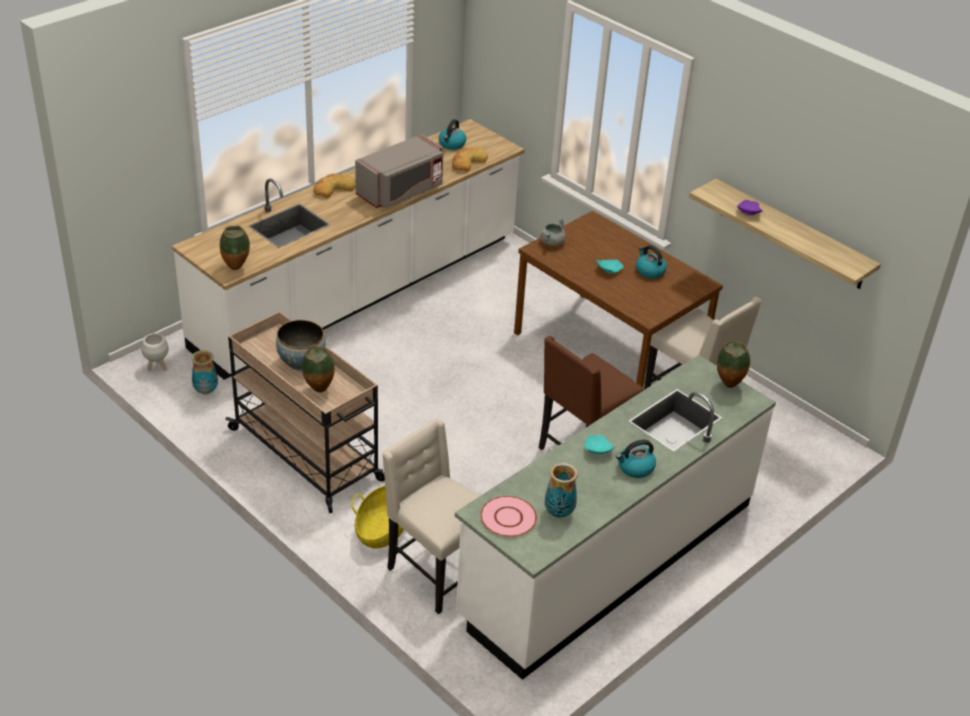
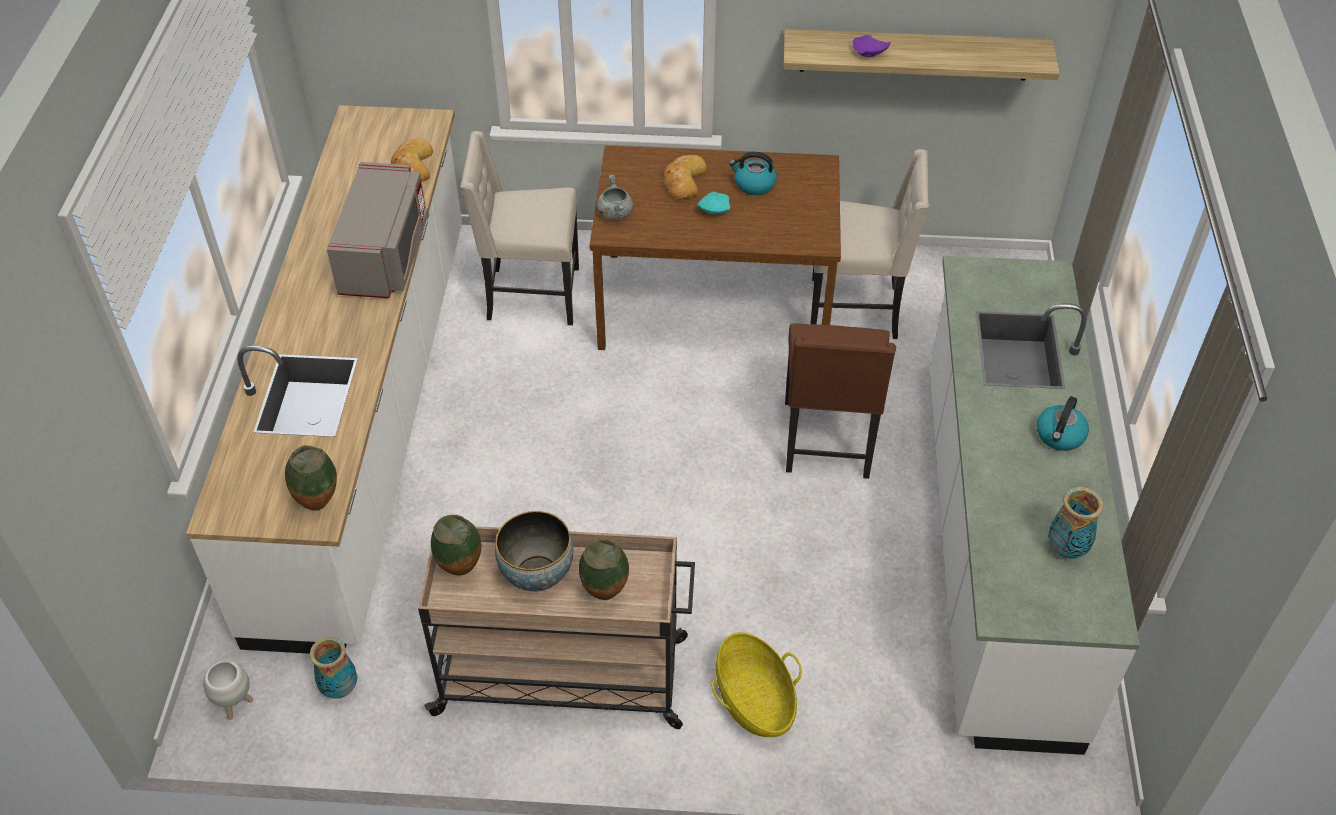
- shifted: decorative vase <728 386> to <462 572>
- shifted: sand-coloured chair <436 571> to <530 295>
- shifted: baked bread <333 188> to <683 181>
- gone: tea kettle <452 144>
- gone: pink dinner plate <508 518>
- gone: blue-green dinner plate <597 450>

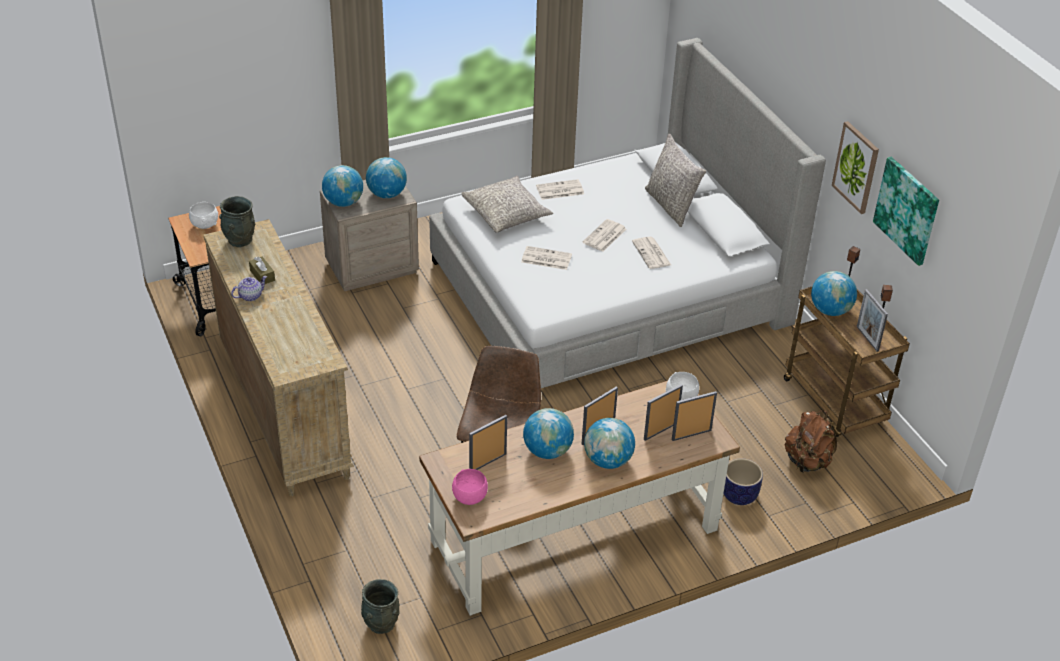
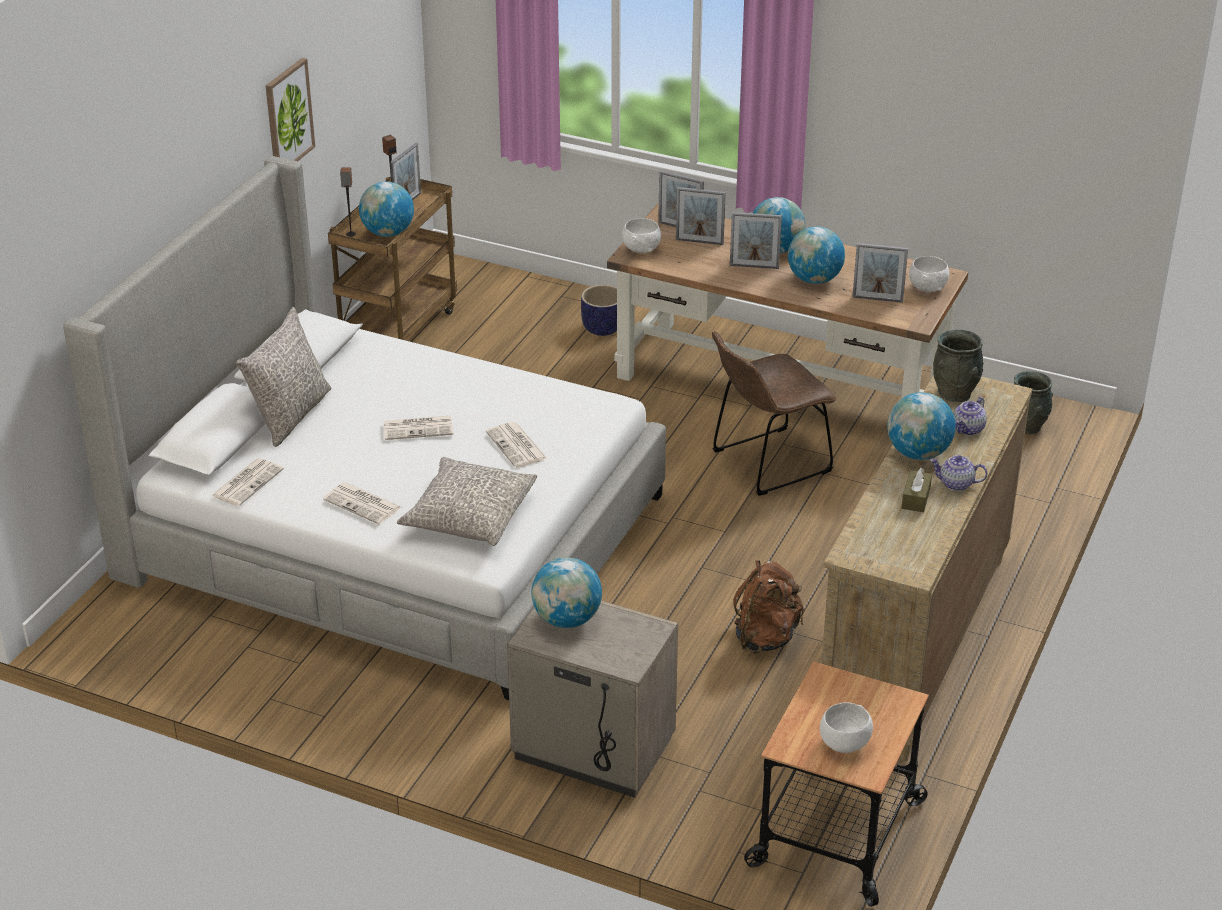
- shifted: newspaper <652 254> to <247 482>
- shifted: brown knapsack <807 461> to <766 637>
- shifted: globe <343 202> to <918 453>
- repainted: pink bowl <470 498> to white-coloured bowl <927 288>
- shifted: greyish decorative vase <239 240> to <955 393>
- new: tea pot <968 429>
- gone: wall picture <907 210>

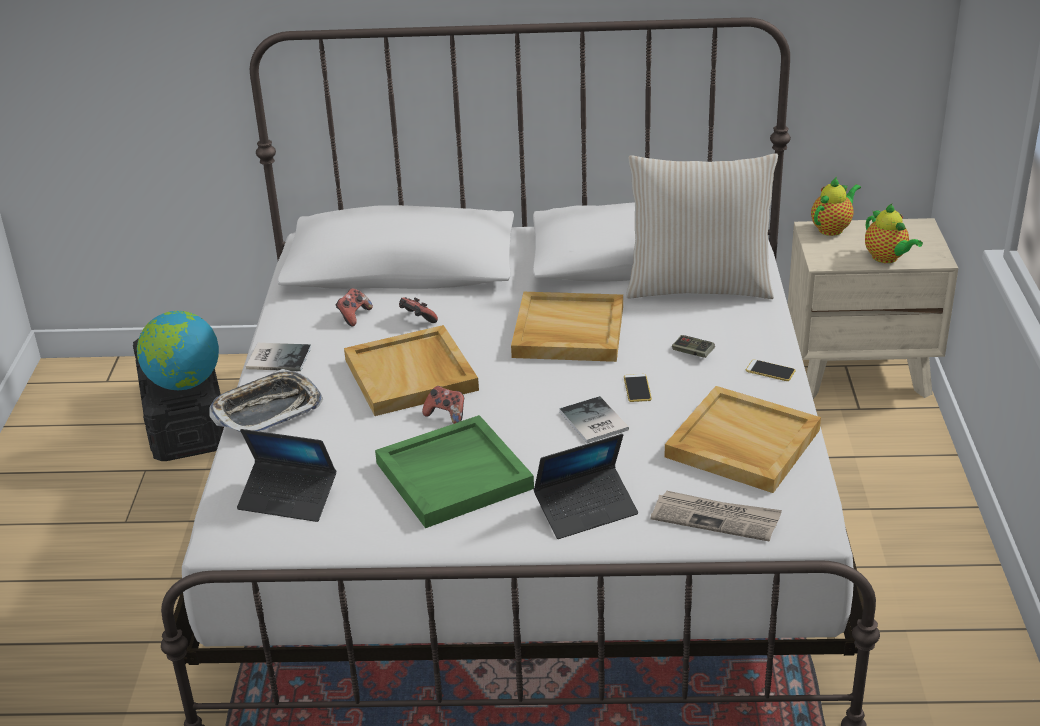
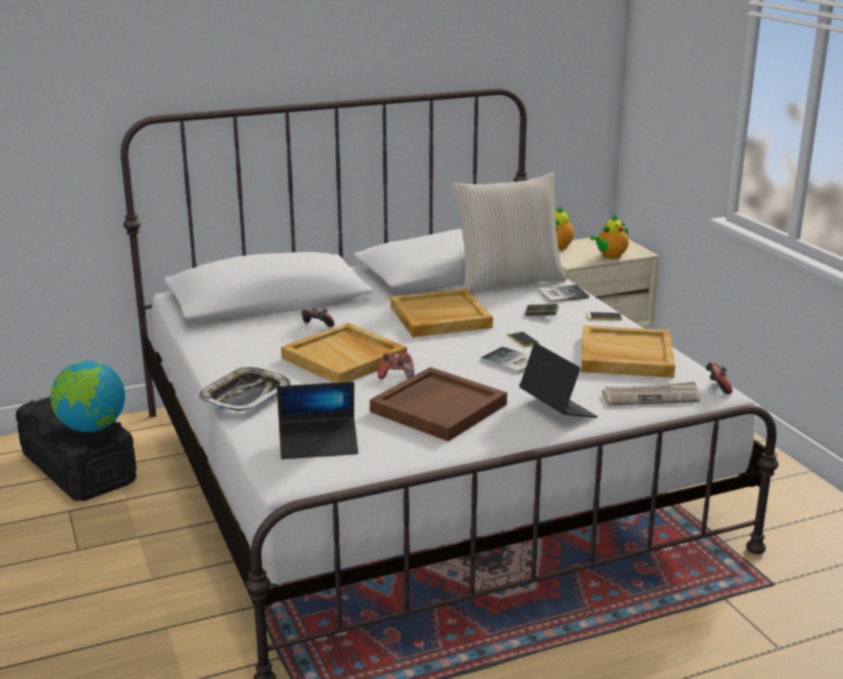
- repainted: greenish tray <454 474> to brown tray <438 407>
- rotated: portable computer <586 510> = <557 409> 75 degrees counterclockwise
- shifted: book <277 357> to <561 294>
- rotated: tea pot <887 258> = <610 256> 105 degrees clockwise
- shifted: joypad <354 316> to <717 387>

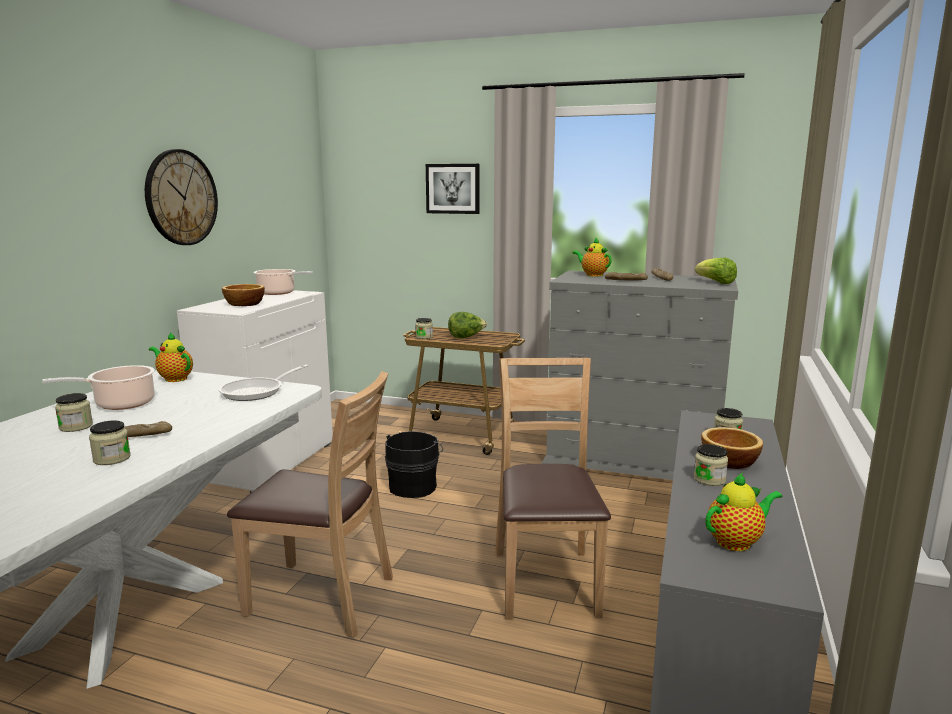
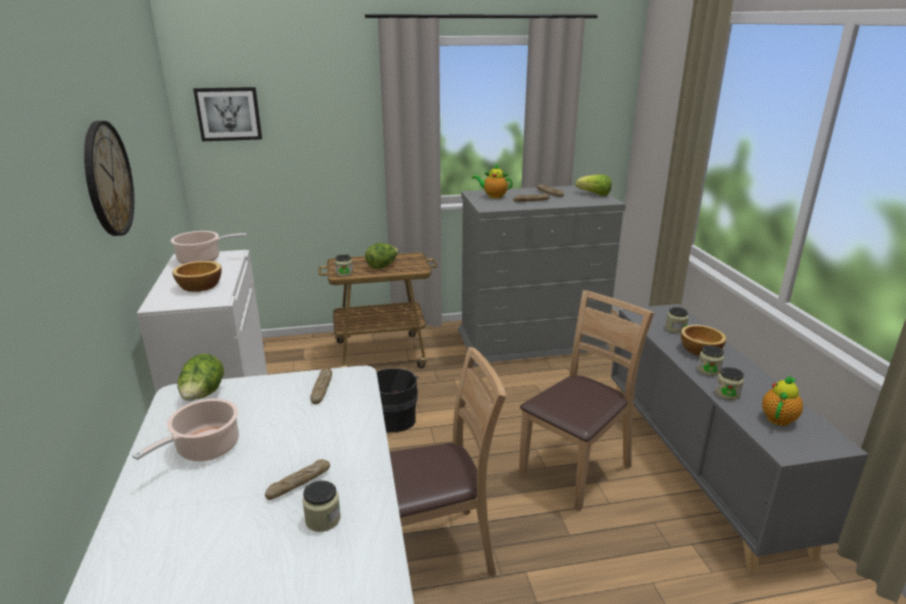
- swapped: tea pot <174 378> to head of lettuce <203 396>
- shifted: wall picture <453 188> to <228 114>
- swapped: pan <257 391> to baked bread <322 389>
- rotated: brown chair <546 581> = <575 469> 75 degrees clockwise
- shifted: preserve jar <76 427> to <727 393>

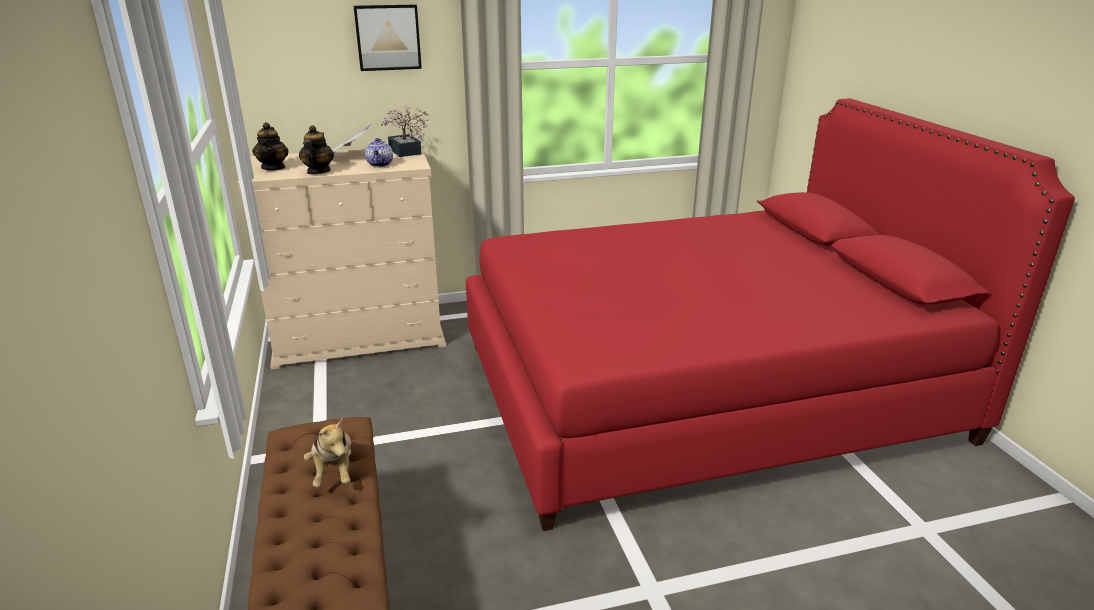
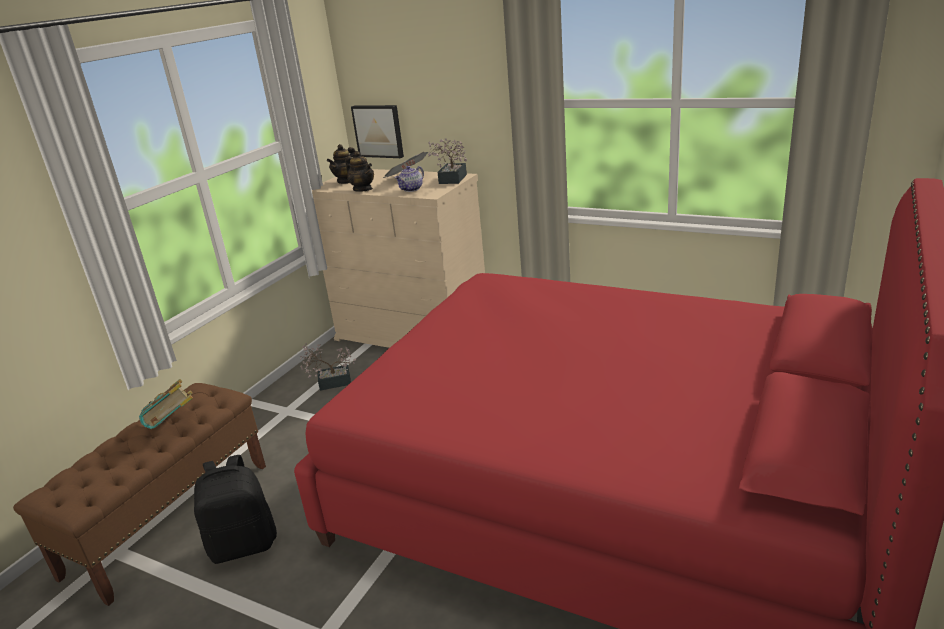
- swapped: soft toy <334 471> to book <174 424>
- new: blackish knapsack <244 544>
- new: potted plant <330 383>
- rotated: tea pot <318 172> = <363 189> 90 degrees clockwise
- shifted: wall picture <388 37> to <379 131>

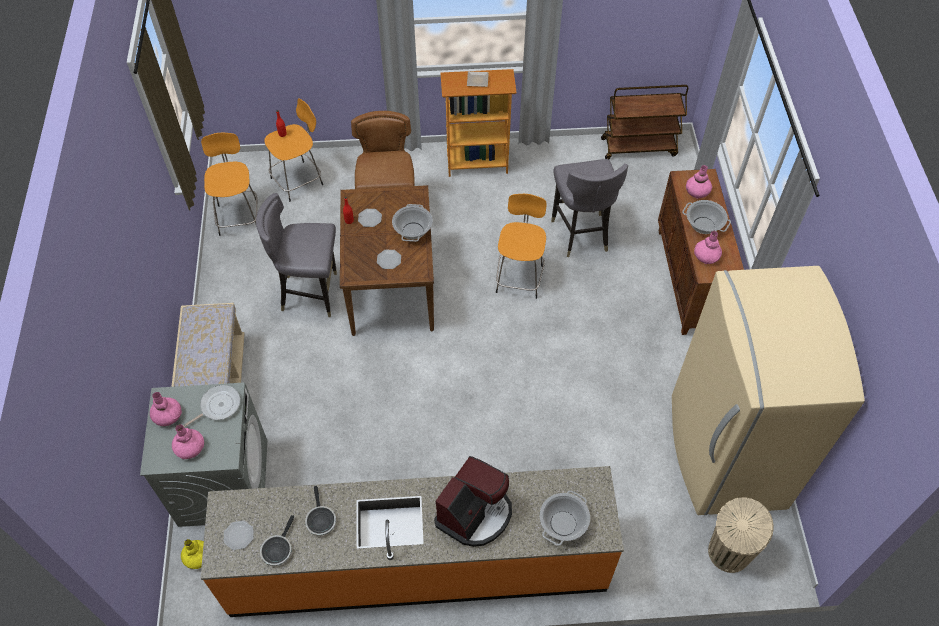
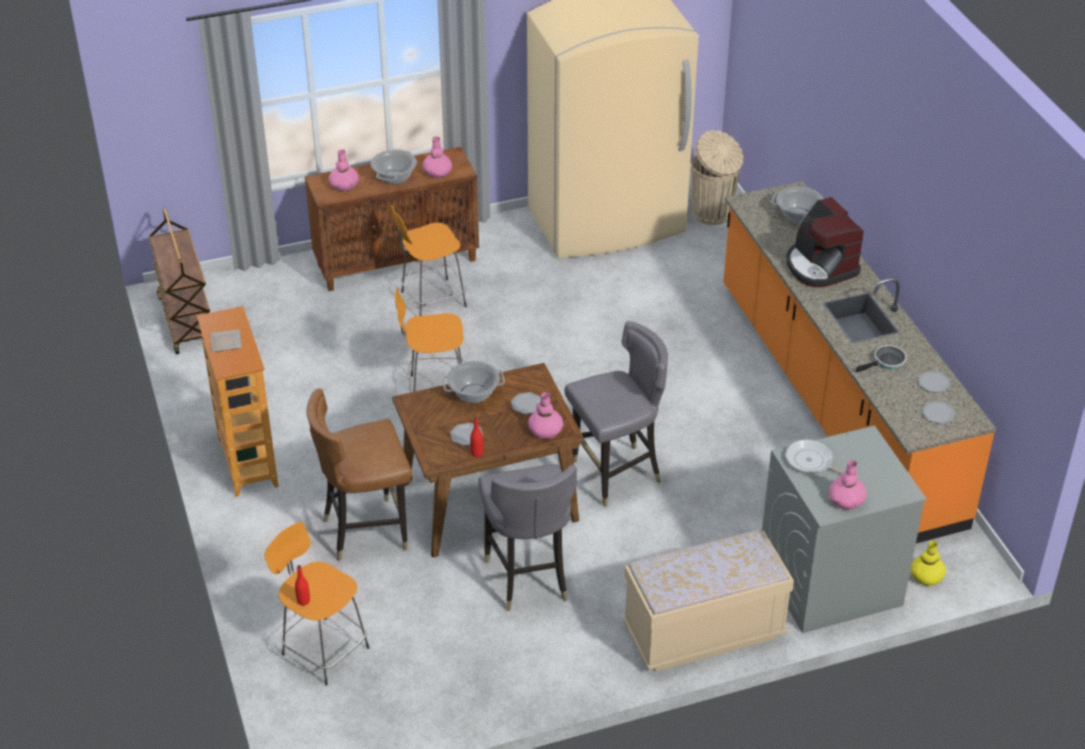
- shifted: orange stool seat <238 216> to <431 300>
- shifted: pink decorative vase <189 447> to <545 430>
- shifted: greyish chair <580 234> to <615 475>
- rotated: coffee brewer <475 514> = <820 266> 135 degrees counterclockwise
- swapped: pan <277 549> to dinner plate <934 383>

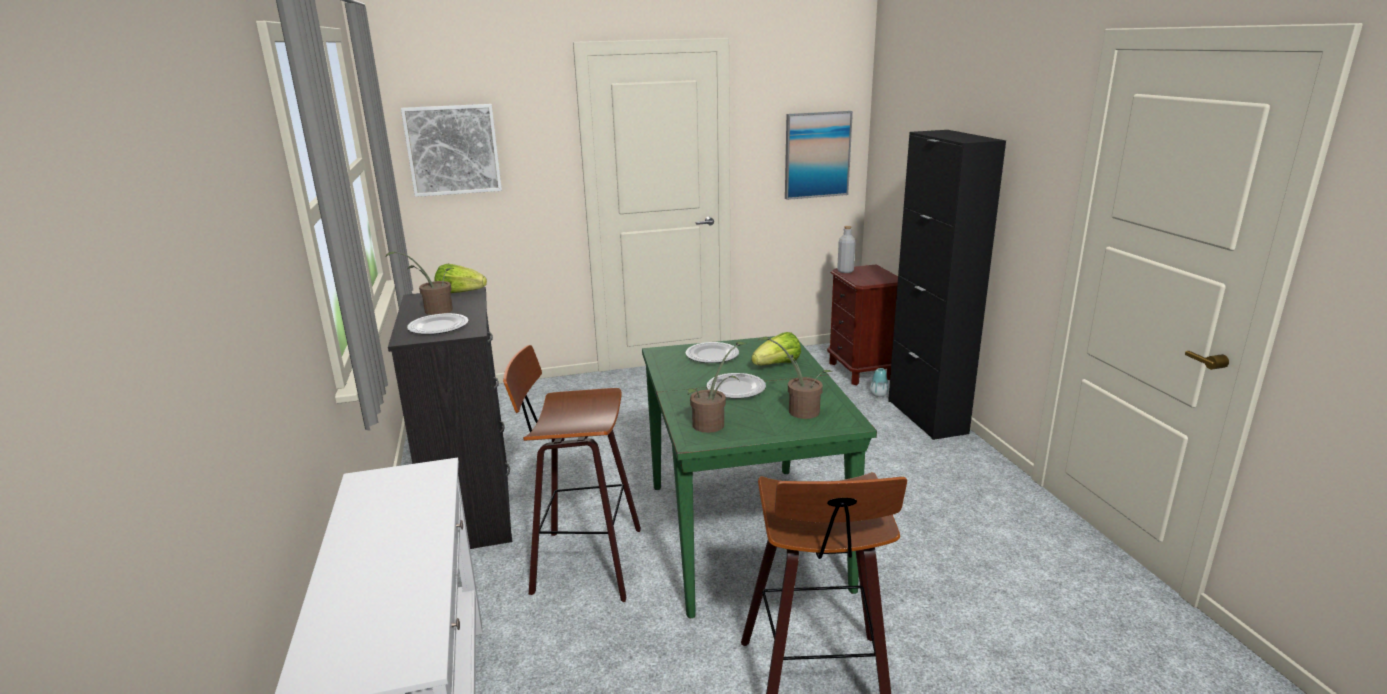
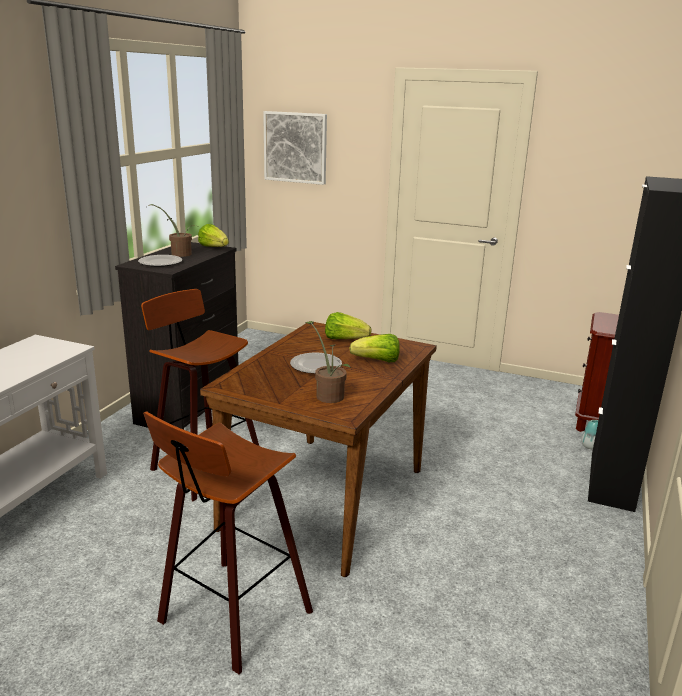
- repainted: greenish dinner table <743 532> to brown dinner table <325 496>
- swapped: dinner plate <711 355> to head of lettuce <345 339>
- gone: potted plant <713 424>
- gone: wall picture <817 155>
- gone: greyish bottle <845 271>

